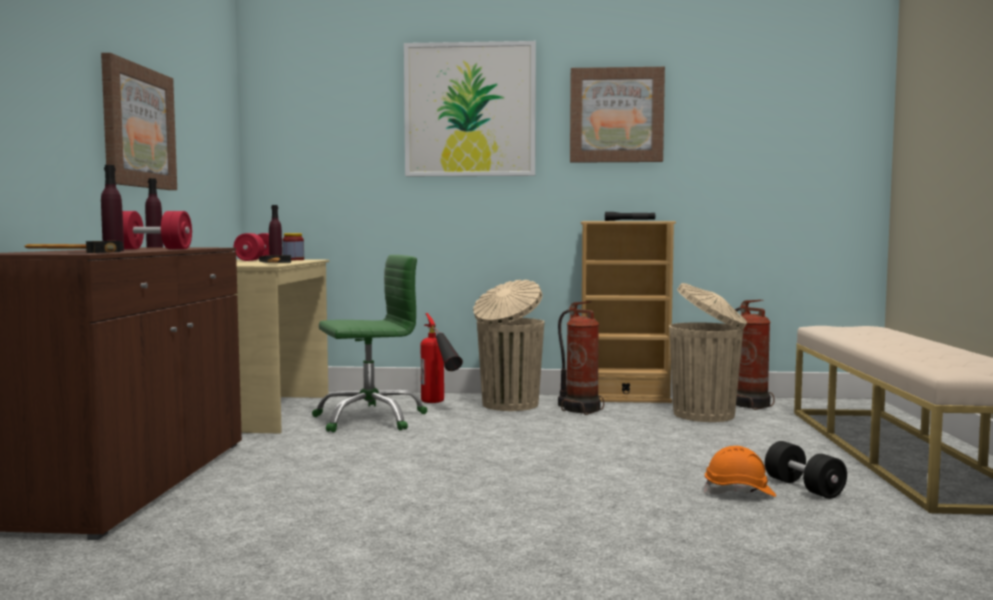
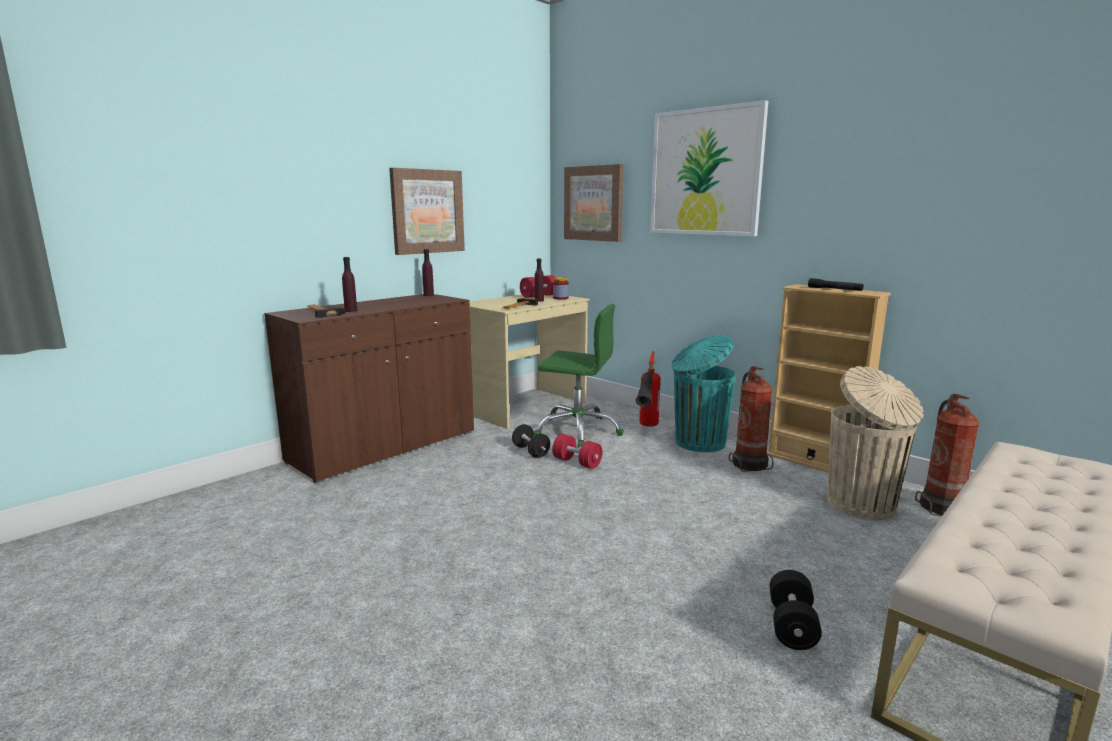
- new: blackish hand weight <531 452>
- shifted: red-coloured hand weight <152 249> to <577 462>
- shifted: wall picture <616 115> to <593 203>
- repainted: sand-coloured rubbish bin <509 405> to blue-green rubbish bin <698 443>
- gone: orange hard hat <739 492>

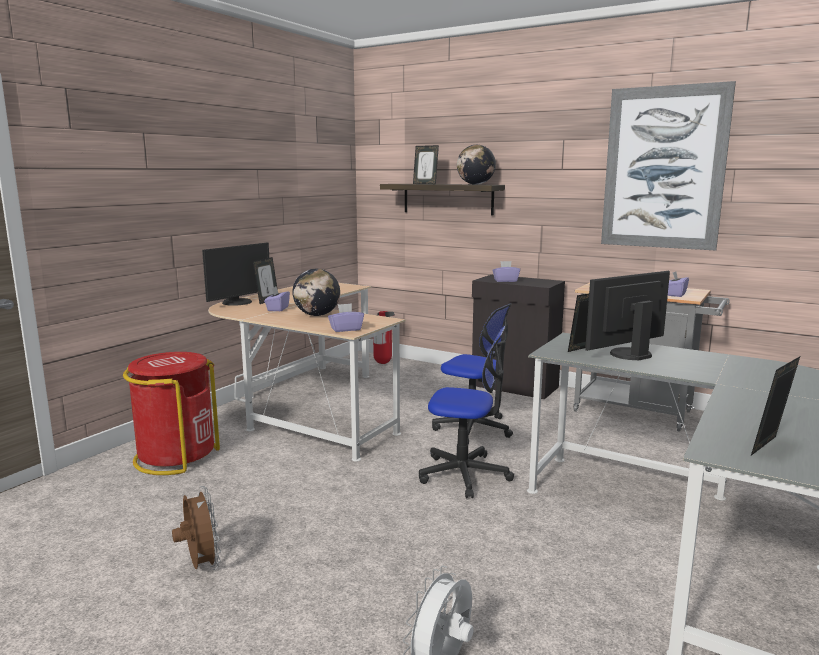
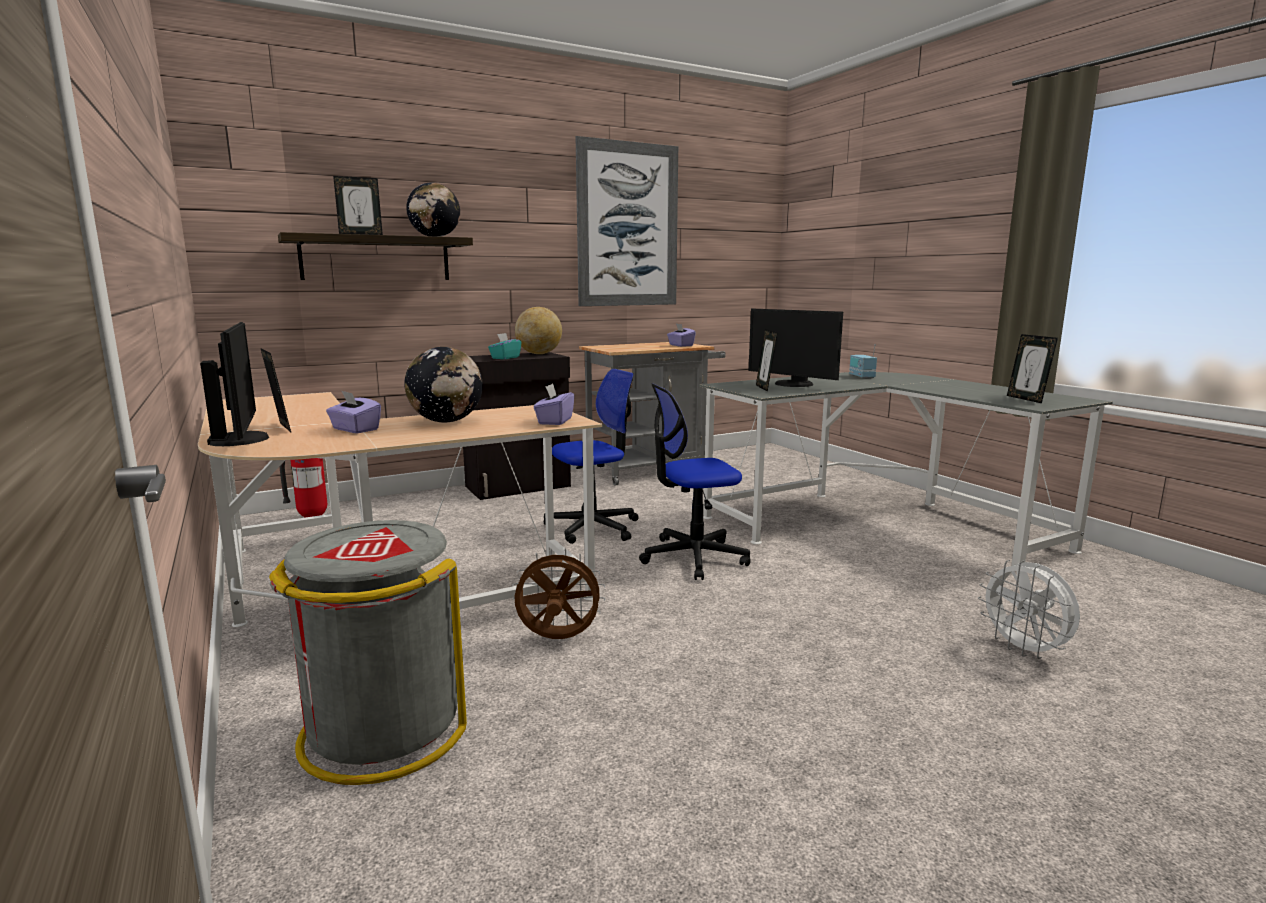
- repainted: red-coloured rubbish bin <176 457> to greyish rubbish bin <382 731>
- repainted: purplish tissue holder <505 281> to blue-green tissue holder <505 358>
- shifted: brown electric fan <200 565> to <558 639>
- new: globe <539 354>
- rotated: office chair <464 474> = <693 557> 150 degrees counterclockwise
- rotated: computer display <628 354> = <792 384> 45 degrees counterclockwise
- new: radio set <861 377>

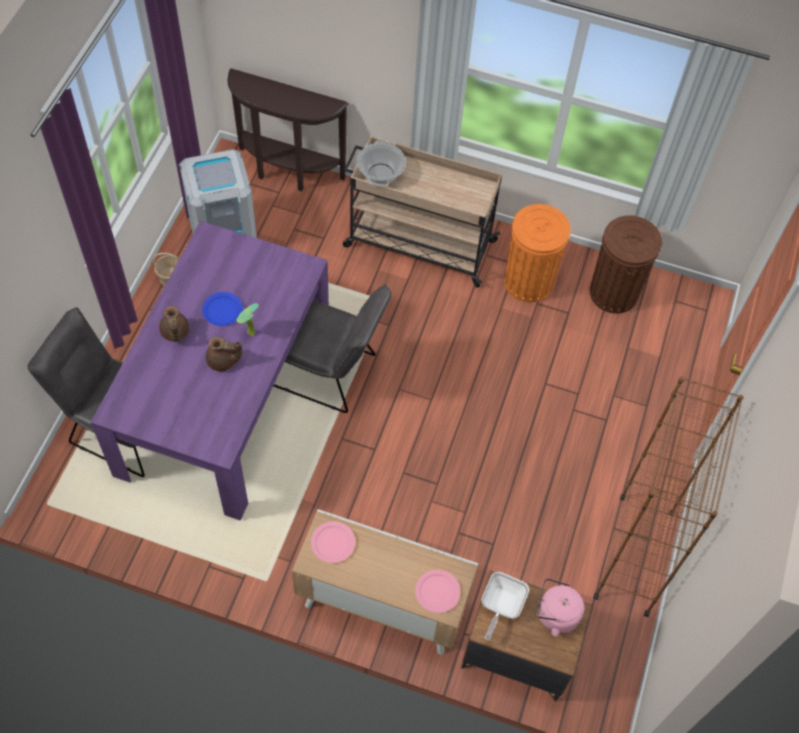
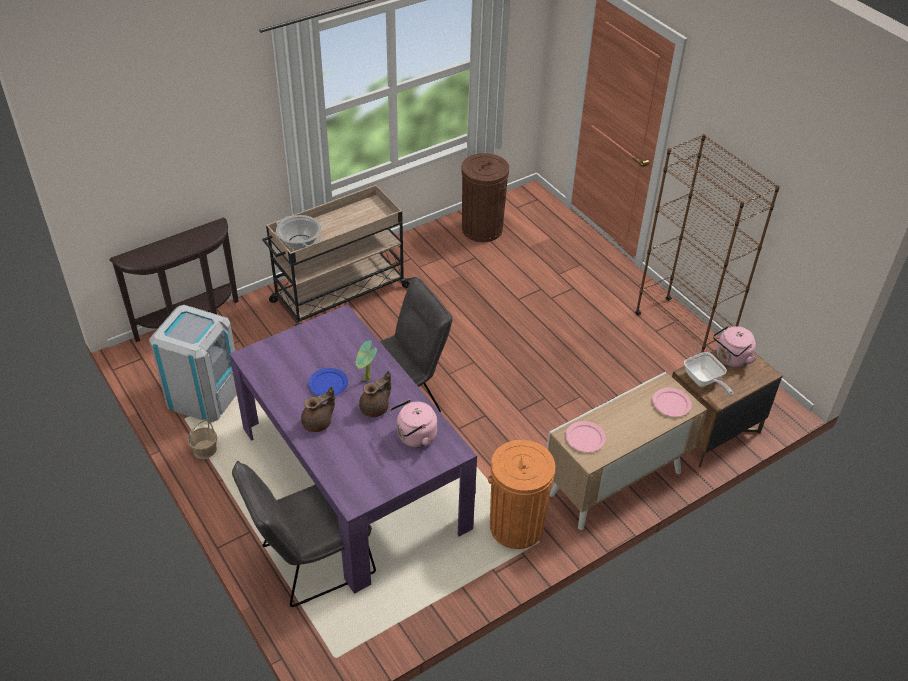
- rotated: brown tea pot <175 333> = <318 423> 60 degrees counterclockwise
- new: pink tea kettle <414 437>
- shifted: orange rubbish bin <528 282> to <516 526>

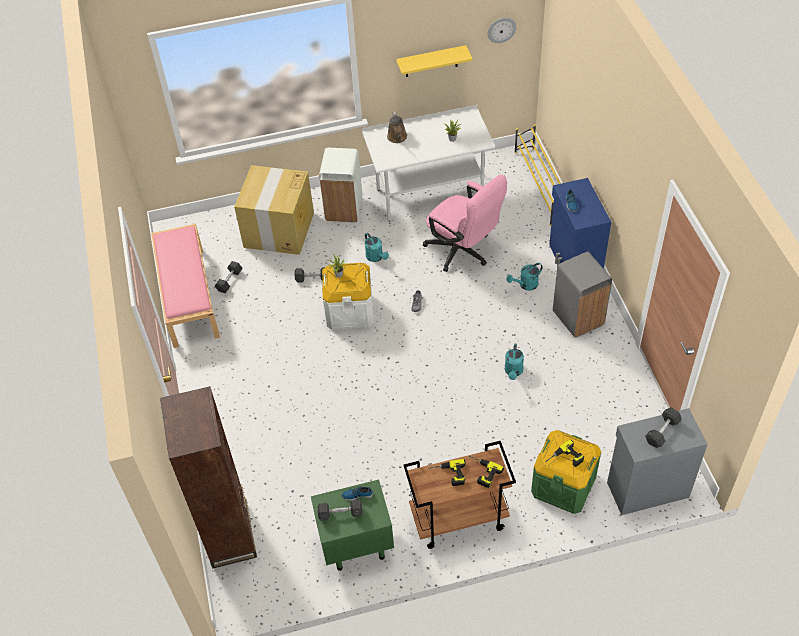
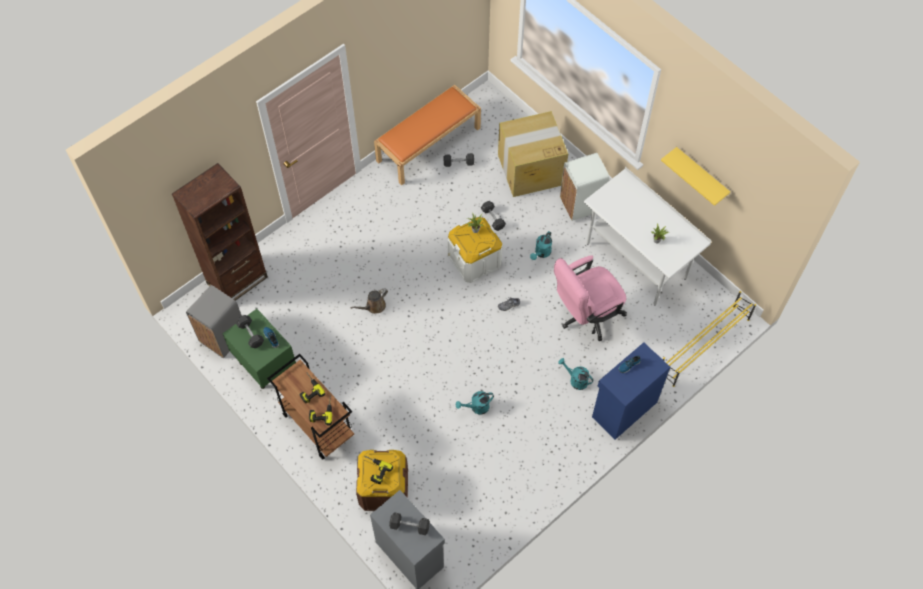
- shifted: greyish rubbish bin <578 318> to <222 337>
- shifted: brown watering pot <397 138> to <374 306>
- repainted: greenish storage bin <563 485> to brown storage bin <383 488>
- repainted: pink indoor bench <188 296> to orange indoor bench <428 143>
- rotated: pink office chair <463 252> = <585 315> 45 degrees clockwise
- gone: hanging clock <501 29>

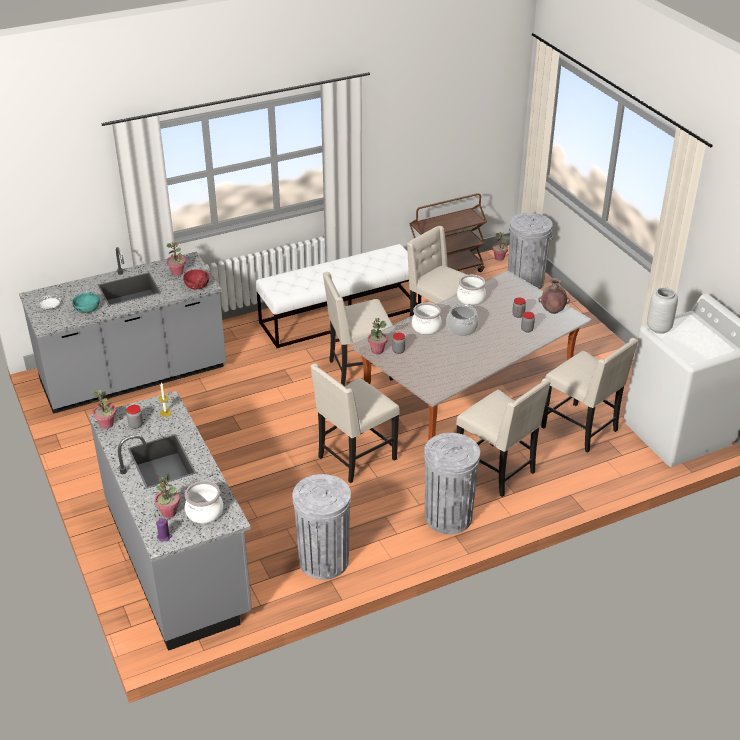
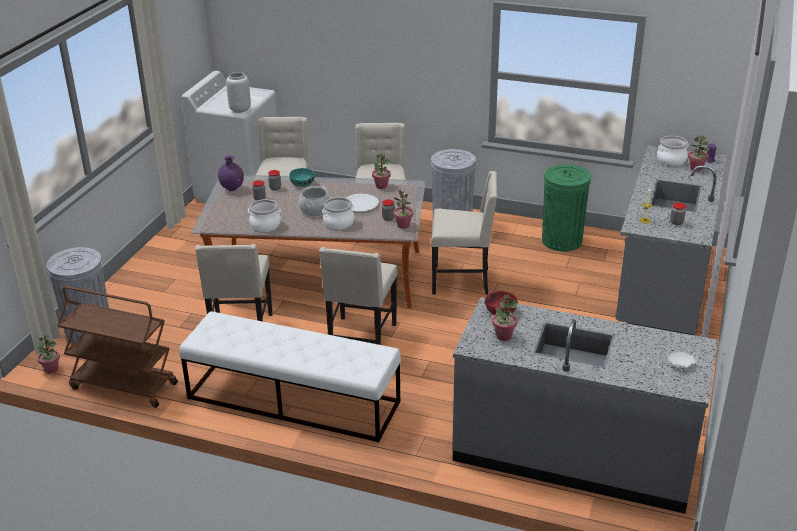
- repainted: brown decorative vase <552 311> to purplish decorative vase <232 189>
- shifted: blue-green bowl <87 309> to <302 184>
- rotated: sand-coloured chair <359 370> = <361 339> 75 degrees clockwise
- new: white-coloured dinner plate <360 204>
- shifted: potted plant <106 424> to <381 186>
- repainted: greyish rubbish bin <324 561> to greenish rubbish bin <561 241>

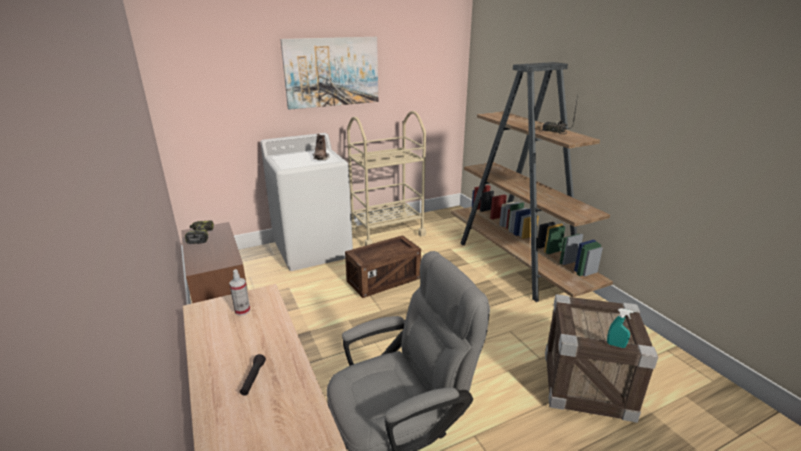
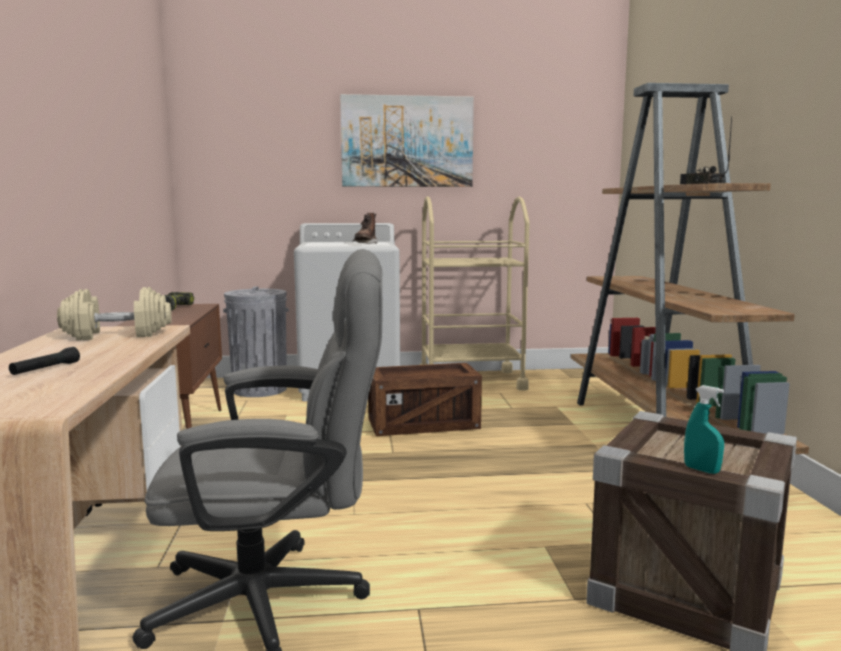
- swapped: spray bottle <242 311> to sand-coloured hand weight <118 334>
- new: greyish rubbish bin <260 389>

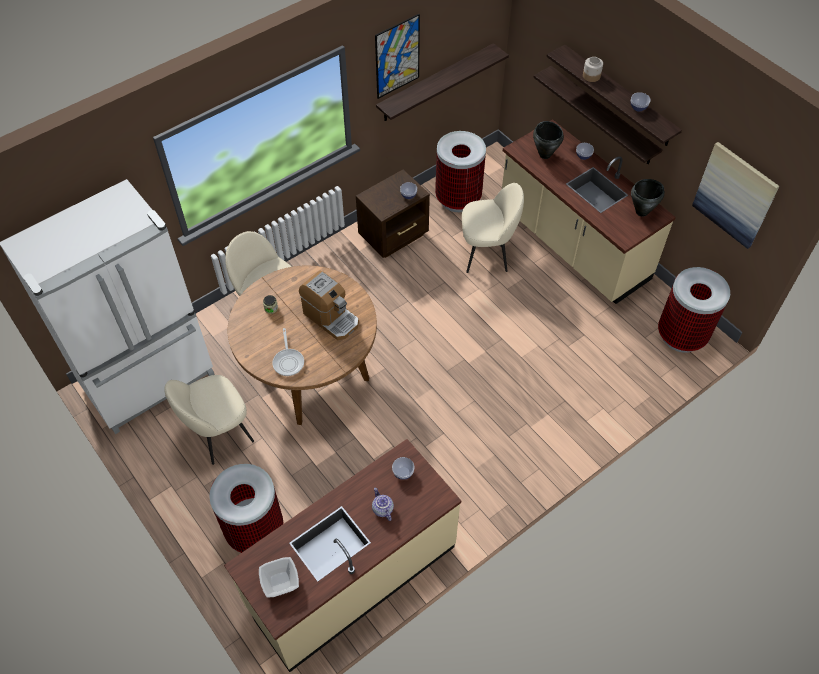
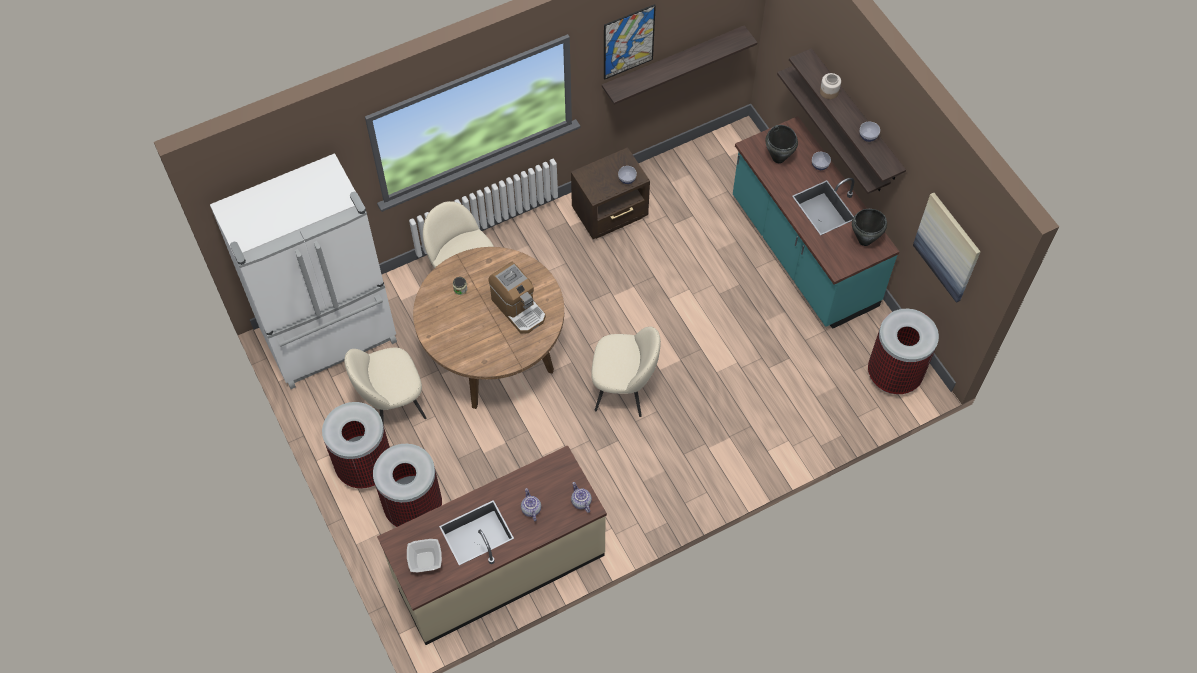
- shifted: rubbish bin <458 198> to <364 466>
- new: tea pot <580 502>
- shifted: sand-coloured chair <487 253> to <624 389>
- repainted: sand-coloured kitchen base unit <572 244> to blue-green kitchen base unit <802 253>
- gone: pan <288 361>
- gone: bowl <403 473>

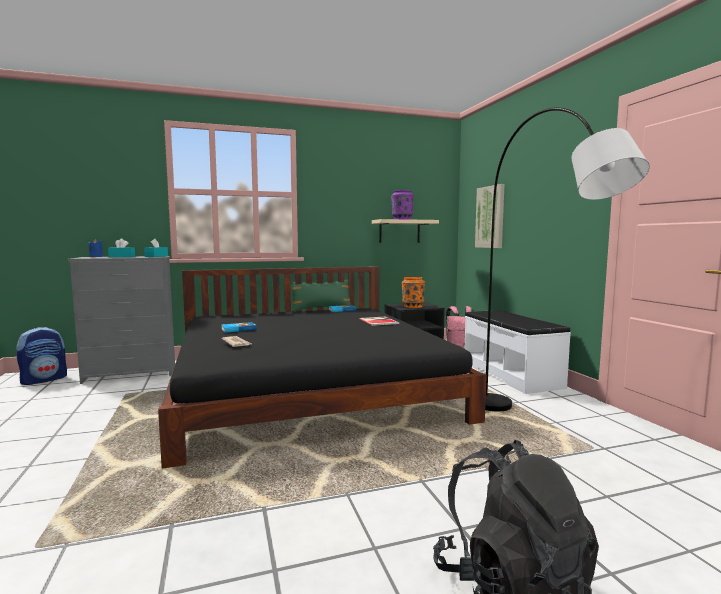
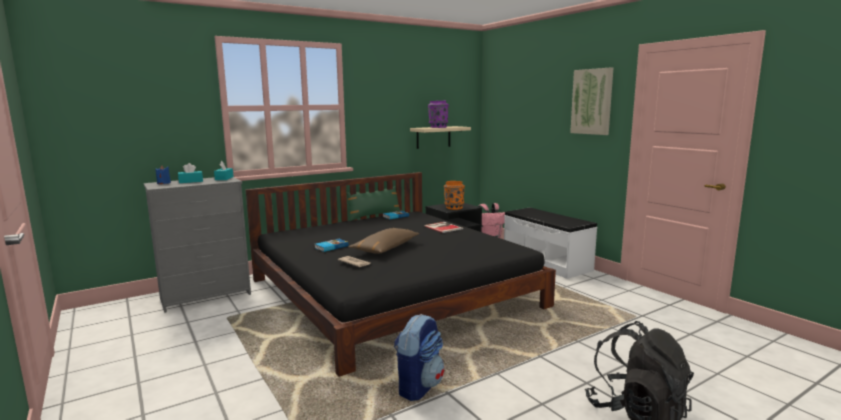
- new: brown cushion <386 248>
- shifted: knapsack <44 380> to <418 386>
- shifted: wall picture <490 217> to <592 101>
- gone: greyish standing lamp <536 436>

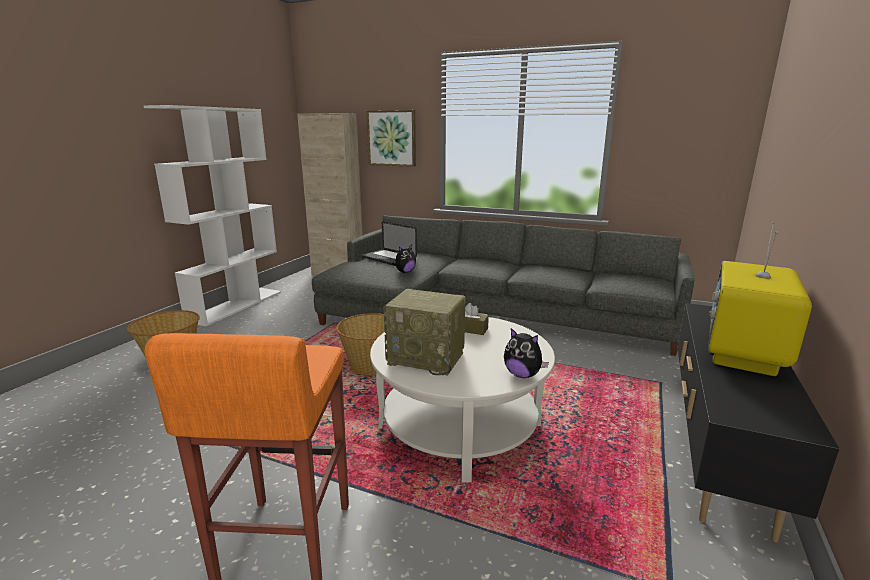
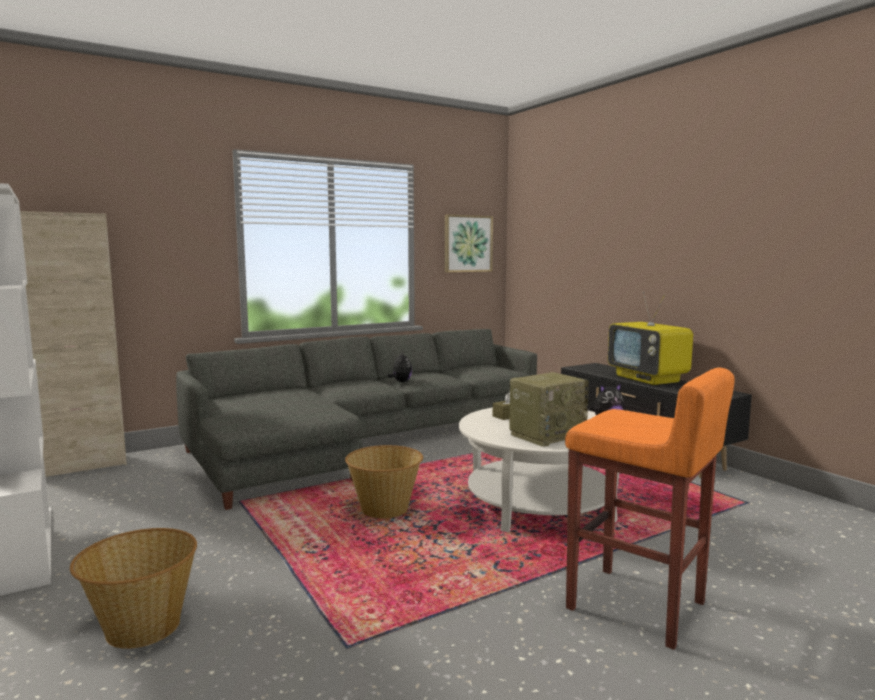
- shifted: soft toy <405 272> to <400 382>
- shifted: wall picture <392 138> to <467 244>
- gone: portable computer <389 258>

